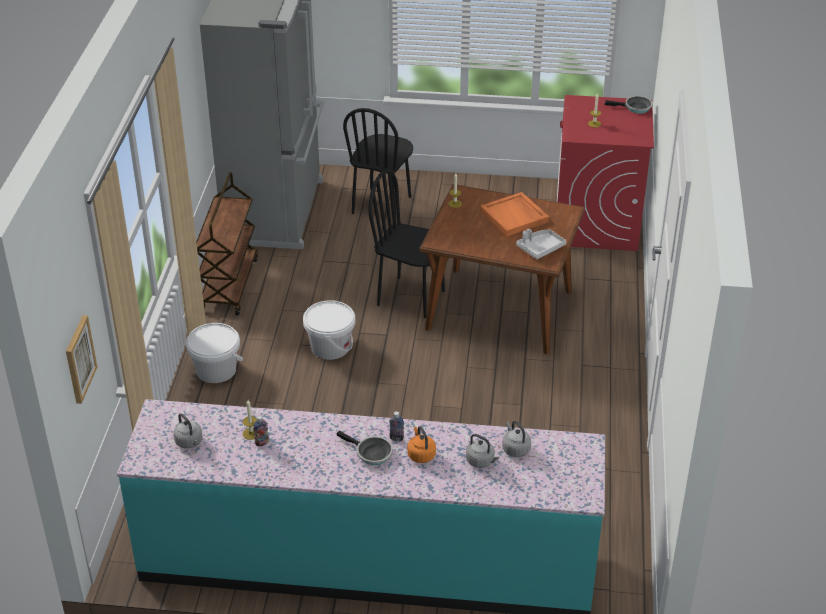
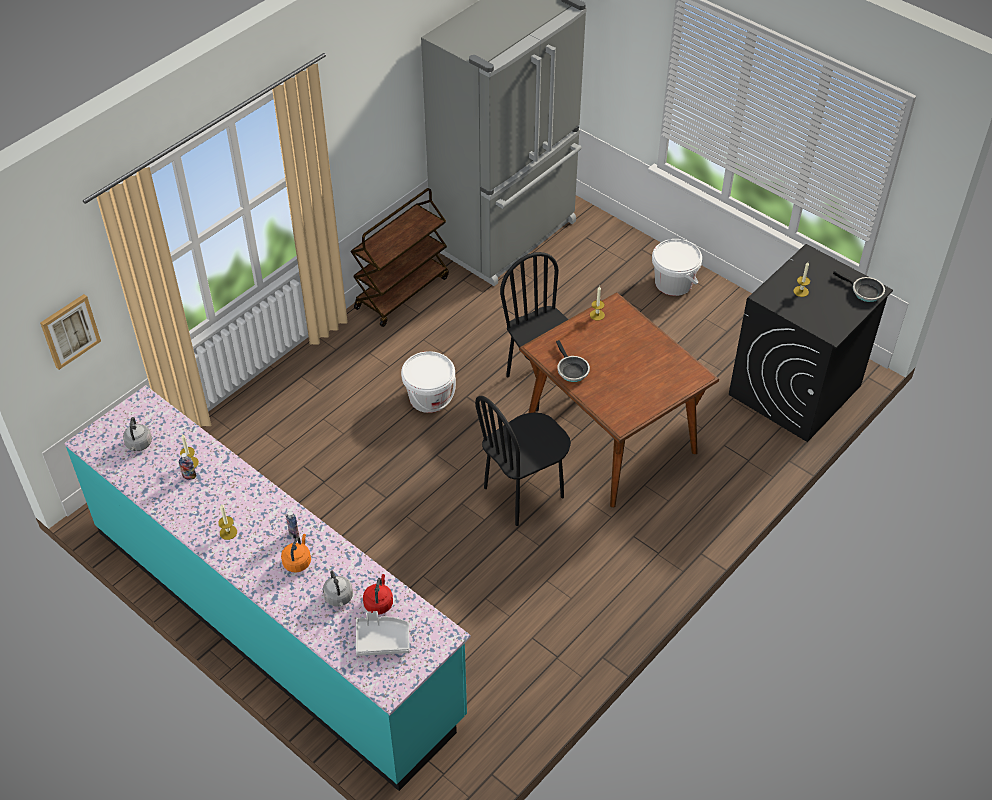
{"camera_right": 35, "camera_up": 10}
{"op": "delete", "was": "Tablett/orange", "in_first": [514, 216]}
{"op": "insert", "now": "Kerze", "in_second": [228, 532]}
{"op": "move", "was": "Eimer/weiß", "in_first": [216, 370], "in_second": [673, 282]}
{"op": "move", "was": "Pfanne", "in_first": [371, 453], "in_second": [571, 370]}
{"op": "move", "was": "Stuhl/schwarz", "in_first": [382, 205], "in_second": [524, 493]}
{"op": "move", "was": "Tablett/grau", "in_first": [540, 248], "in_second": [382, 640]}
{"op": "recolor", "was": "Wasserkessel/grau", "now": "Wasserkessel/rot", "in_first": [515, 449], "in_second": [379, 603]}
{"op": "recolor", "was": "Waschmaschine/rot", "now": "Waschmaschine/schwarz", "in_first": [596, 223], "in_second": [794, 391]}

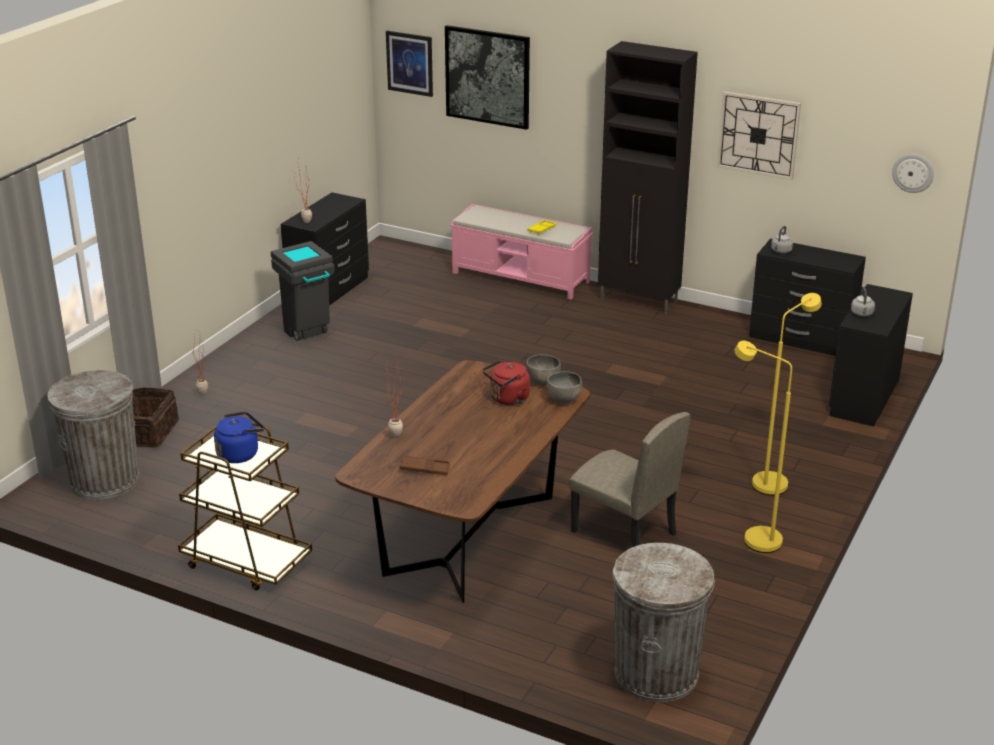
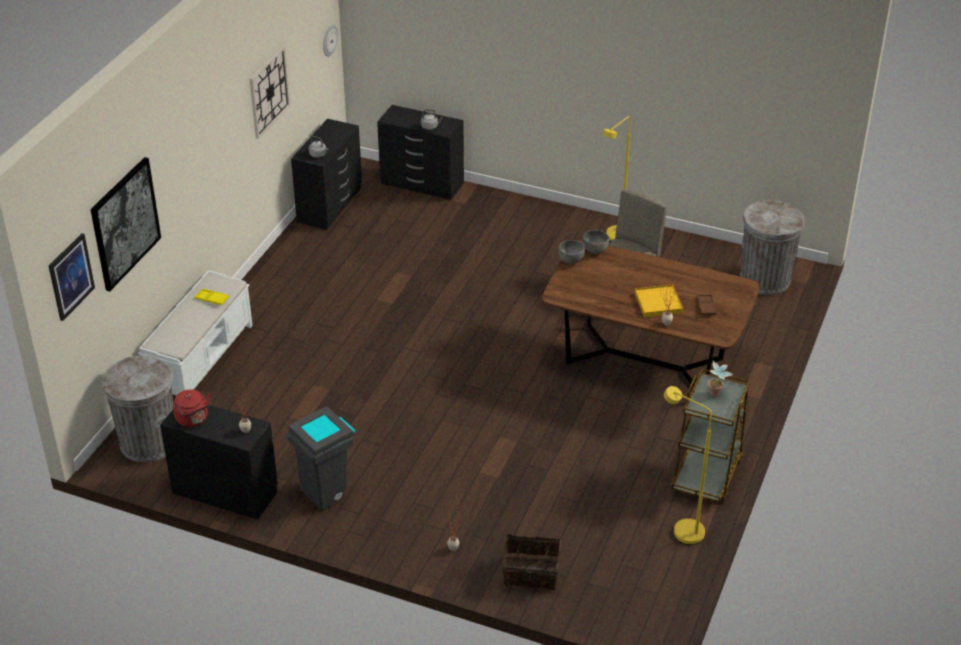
{"camera_right": -95, "camera_up": 10}
{"op": "delete", "was": "Schrank/schwarz", "in_first": [639, 301]}
{"op": "insert", "now": "Tablett/gelb", "in_second": [658, 303]}
{"op": "move", "was": "Mülleimer/grau", "in_first": [104, 480], "in_second": [148, 442]}
{"op": "move", "was": "Wasserkessel/rot", "in_first": [507, 399], "in_second": [193, 420]}
{"op": "move", "was": "Stehlampe/gelb", "in_first": [775, 481], "in_second": [681, 529]}
{"op": "replace", "was": "Wasserkessel/blau", "now": "Topfpflanze", "in_first": [240, 454], "in_second": [716, 396]}
{"op": "recolor", "was": "Bank/rosa", "now": "Bank/weiß", "in_first": [521, 277], "in_second": [201, 358]}

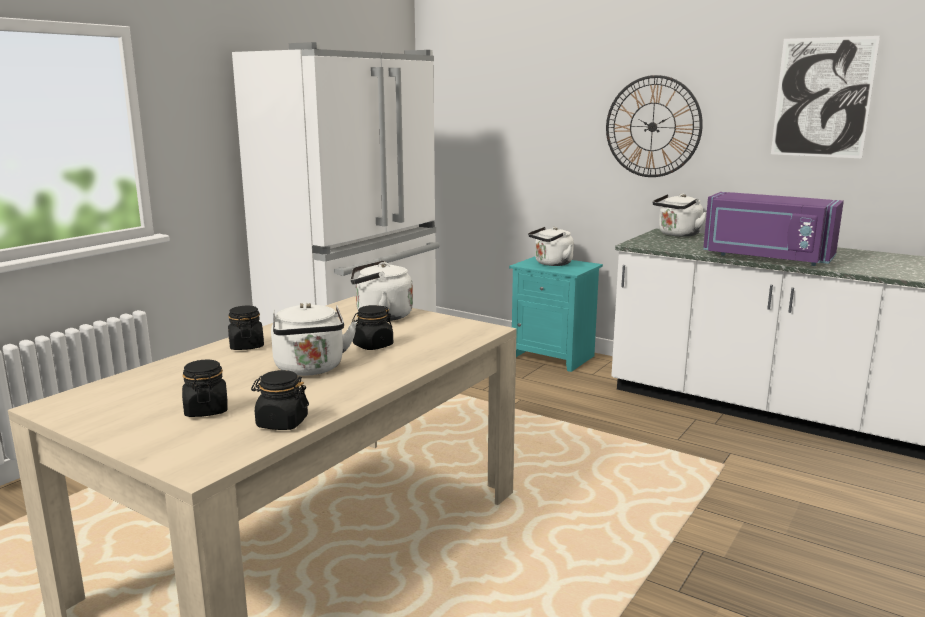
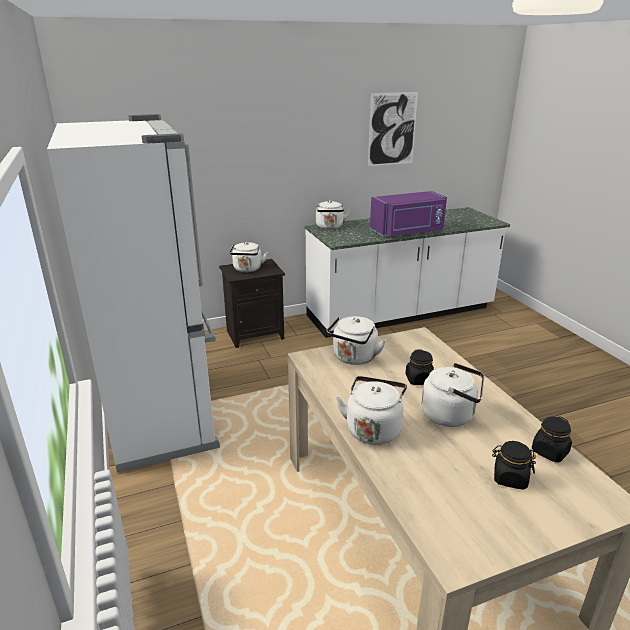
{"camera_right": -55, "camera_up": 10}
{"op": "delete", "was": "Wanduhr", "in_first": [652, 127]}
{"op": "replace", "was": "Vorratsglas/schwarz", "now": "Wasserkessel/weiß", "in_first": [246, 346], "in_second": [373, 429]}
{"op": "recolor", "was": "Nachttisch/türkis", "now": "Nachttisch/schwarz", "in_first": [554, 357], "in_second": [255, 334]}

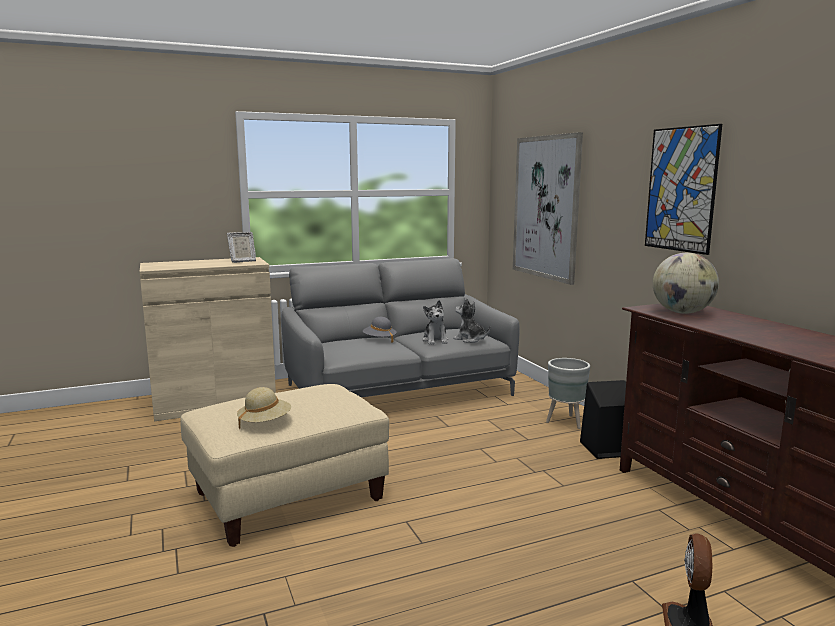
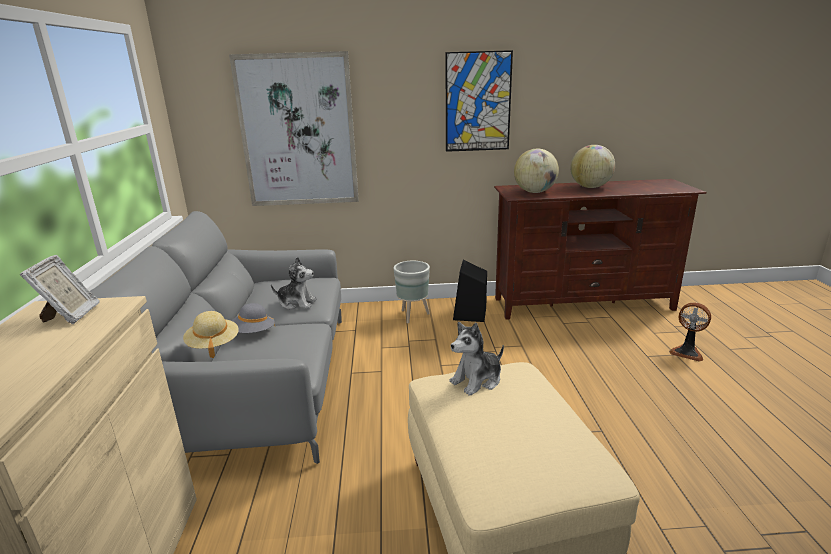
{"camera_right": -70, "camera_up": 10}
{"op": "insert", "now": "Globus", "in_second": [590, 187]}
{"op": "move", "was": "Hut/beige", "in_first": [264, 423], "in_second": [213, 345]}
{"op": "move", "was": "Plüschtier", "in_first": [470, 339], "in_second": [477, 380]}

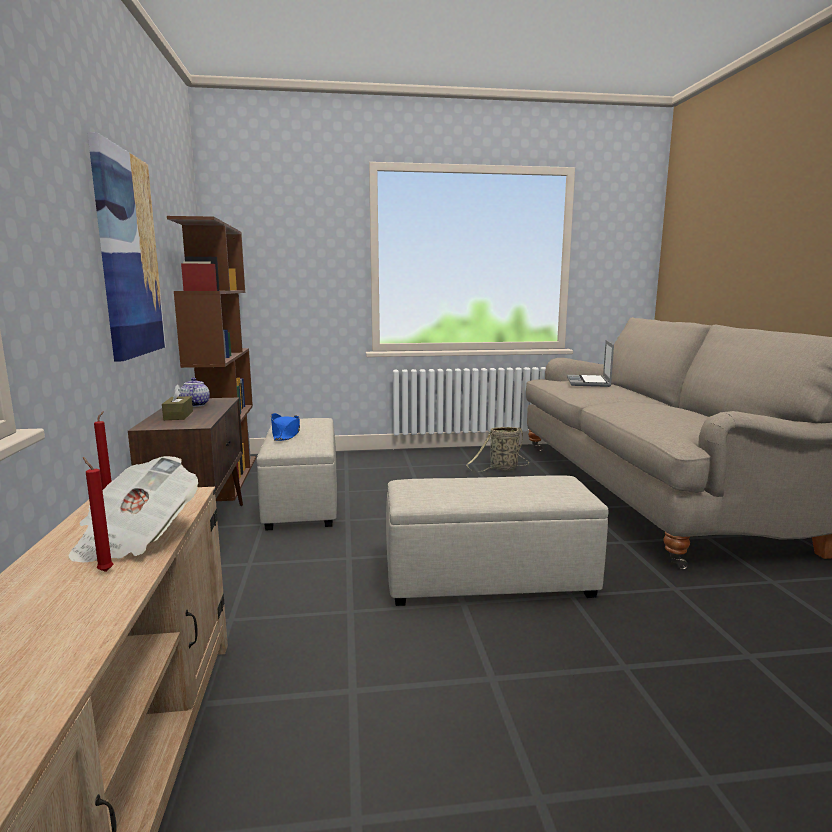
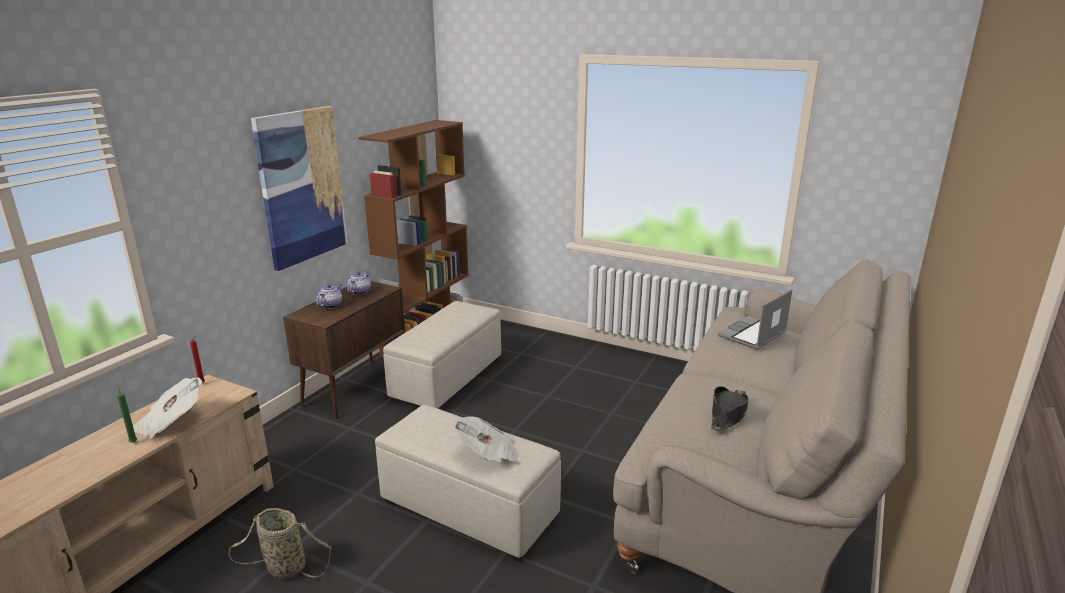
{"camera_right": 35, "camera_up": 10}
{"op": "delete", "was": "Hut/blau", "in_first": [286, 435]}
{"op": "insert", "now": "Zeitung", "in_second": [488, 455]}
{"op": "insert", "now": "Hut/schwarz", "in_second": [728, 415]}
{"op": "move", "was": "Korb", "in_first": [501, 468], "in_second": [283, 567]}
{"op": "replace", "was": "Taschentuchbox/braun", "now": "Teekanne", "in_first": [178, 415], "in_second": [331, 305]}
{"op": "recolor", "was": "Kerze/rot", "now": "Kerze/grün", "in_first": [104, 571], "in_second": [133, 442]}

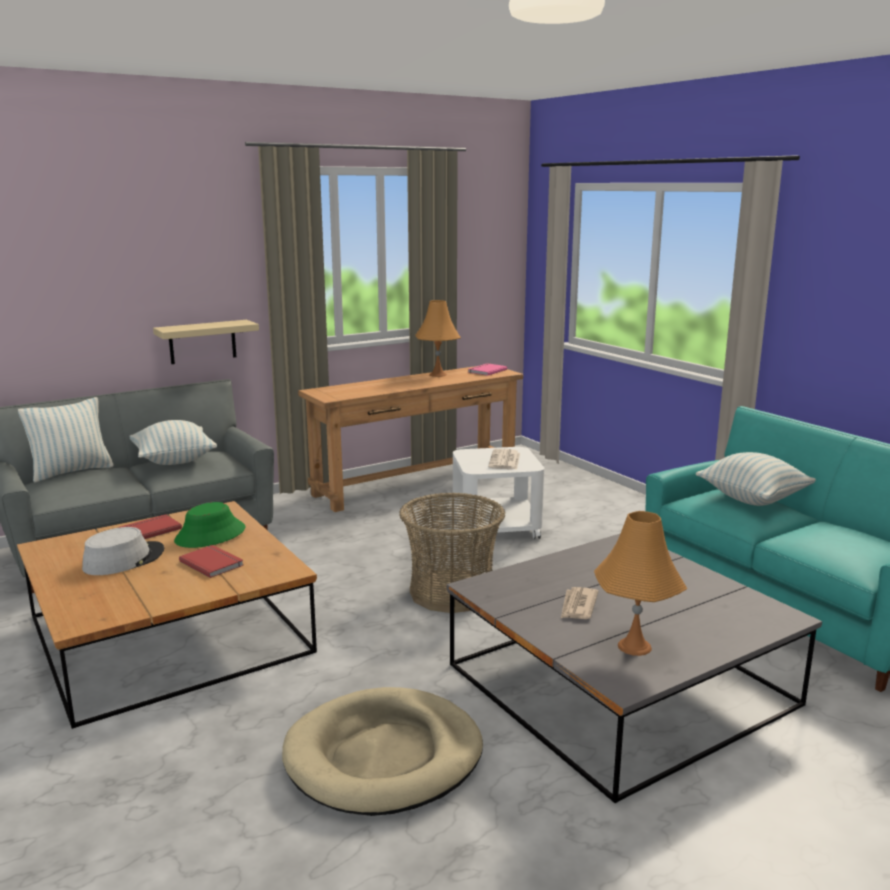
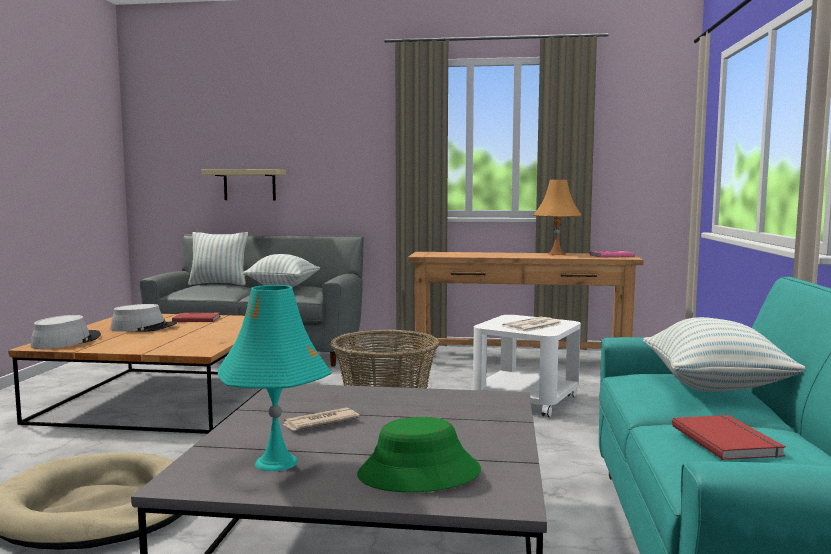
{"camera_right": 40, "camera_up": -10}
{"op": "insert", "now": "Hut/grau", "in_second": [66, 341]}
{"op": "move", "was": "Wandregal/beige", "in_first": [202, 342], "in_second": [249, 185]}
{"op": "move", "was": "Hut/grün", "in_first": [210, 535], "in_second": [419, 473]}
{"op": "move", "was": "Buch/rot", "in_first": [213, 563], "in_second": [727, 440]}
{"op": "recolor", "was": "Tischlampe/orange", "now": "Tischlampe/türkis", "in_first": [634, 646], "in_second": [276, 462]}

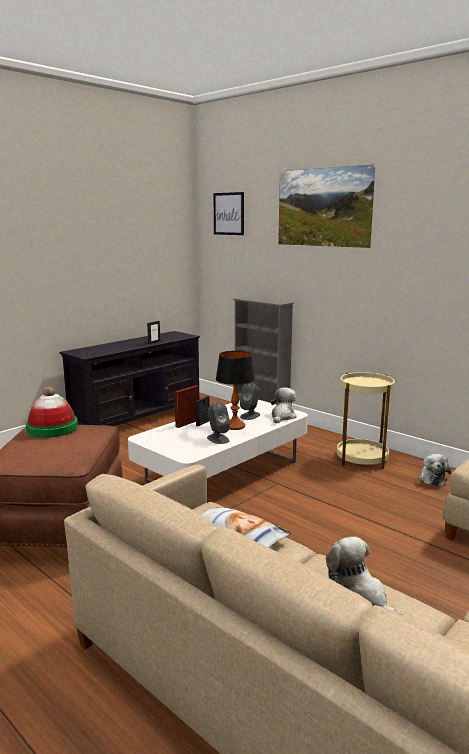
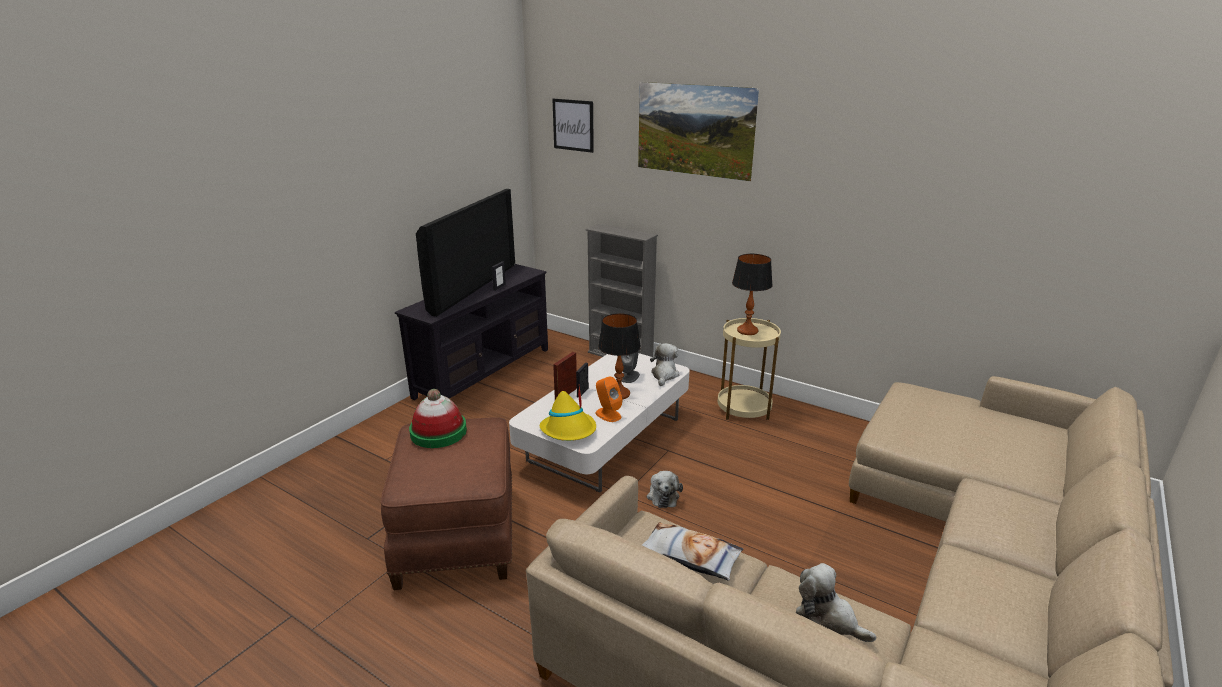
{"camera_right": -10, "camera_up": 10}
{"op": "insert", "now": "Fernseher", "in_second": [471, 286]}
{"op": "insert", "now": "Hut/gelb", "in_second": [569, 430]}
{"op": "insert", "now": "Tischlampe", "in_second": [747, 331]}
{"op": "move", "was": "Plüschtier", "in_first": [432, 478], "in_second": [663, 495]}
{"op": "recolor", "was": "Lautsprecher/grau", "now": "Lautsprecher/orange", "in_first": [218, 439], "in_second": [608, 414]}

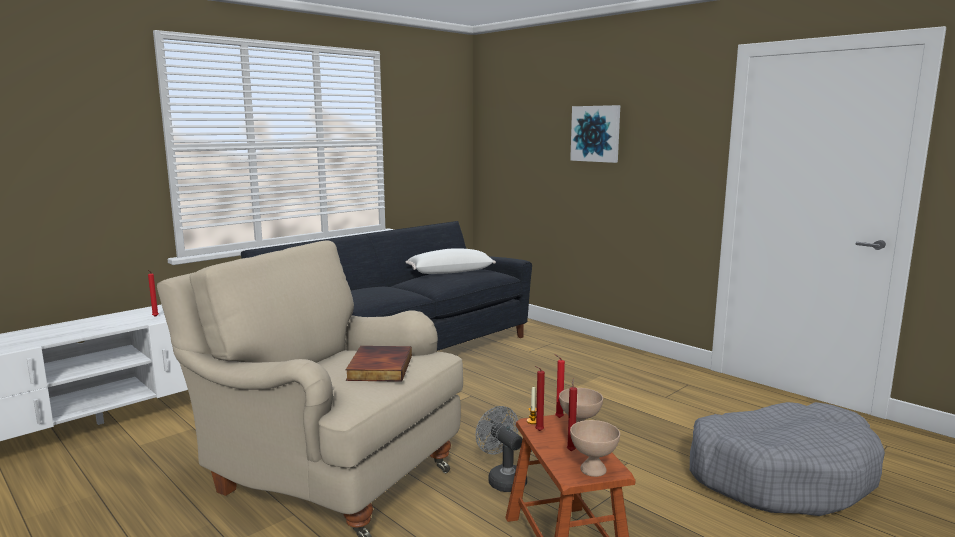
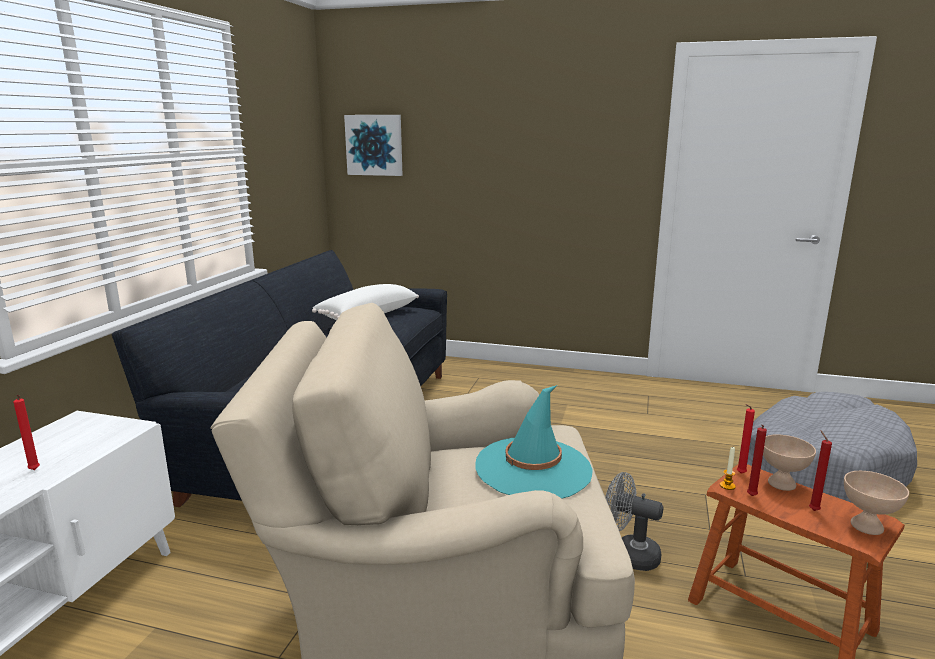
{"camera_right": -30, "camera_up": 5}
{"op": "move", "was": "Bild", "in_first": [596, 133], "in_second": [374, 145]}
{"op": "replace", "was": "Buch", "now": "Hut/türkis", "in_first": [378, 367], "in_second": [533, 468]}

